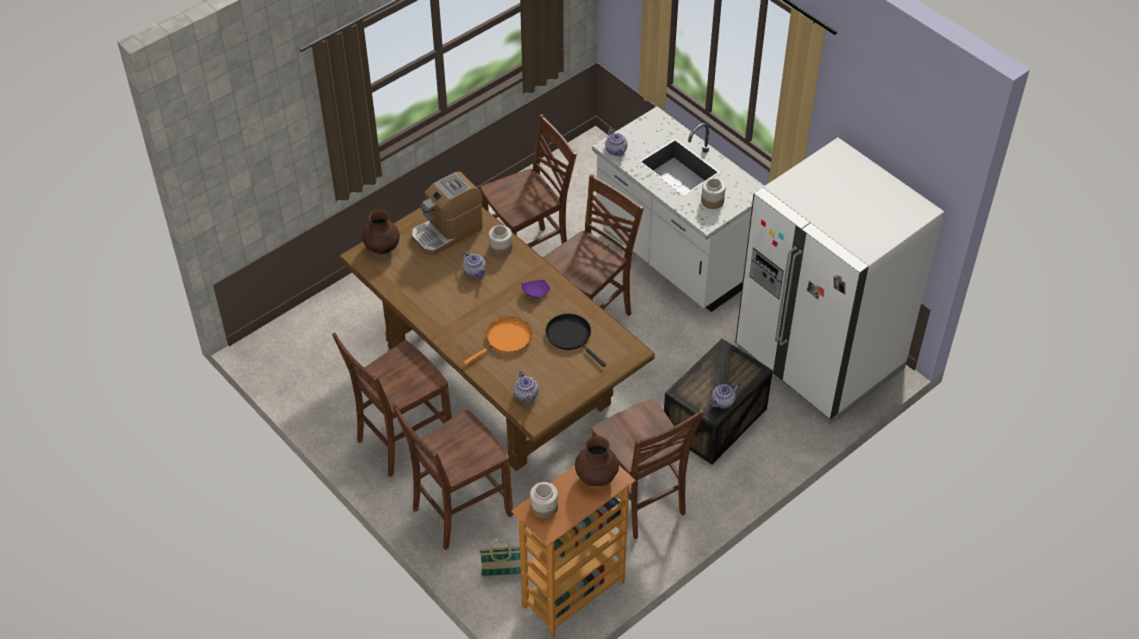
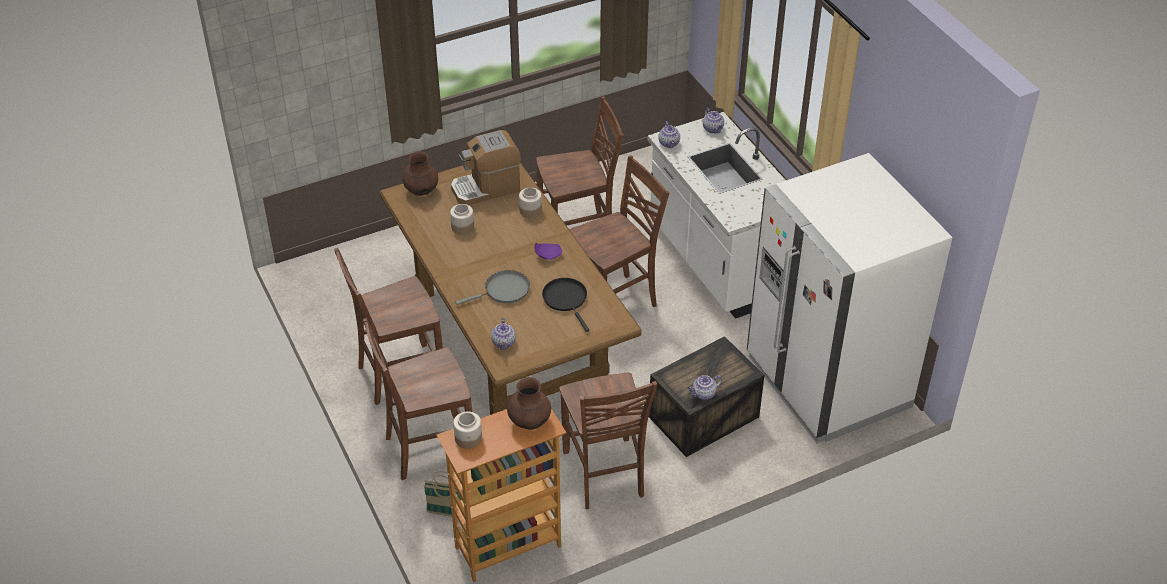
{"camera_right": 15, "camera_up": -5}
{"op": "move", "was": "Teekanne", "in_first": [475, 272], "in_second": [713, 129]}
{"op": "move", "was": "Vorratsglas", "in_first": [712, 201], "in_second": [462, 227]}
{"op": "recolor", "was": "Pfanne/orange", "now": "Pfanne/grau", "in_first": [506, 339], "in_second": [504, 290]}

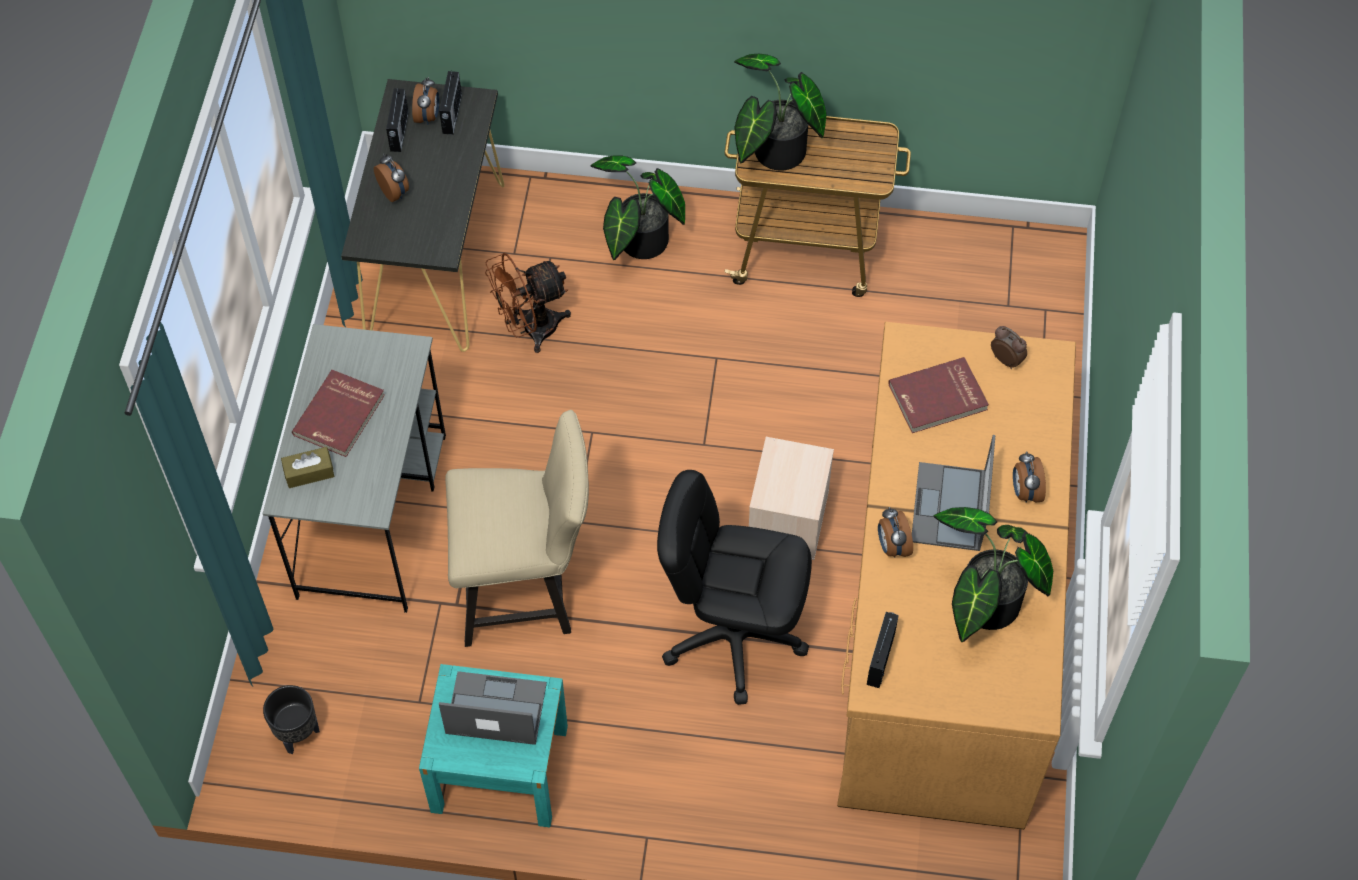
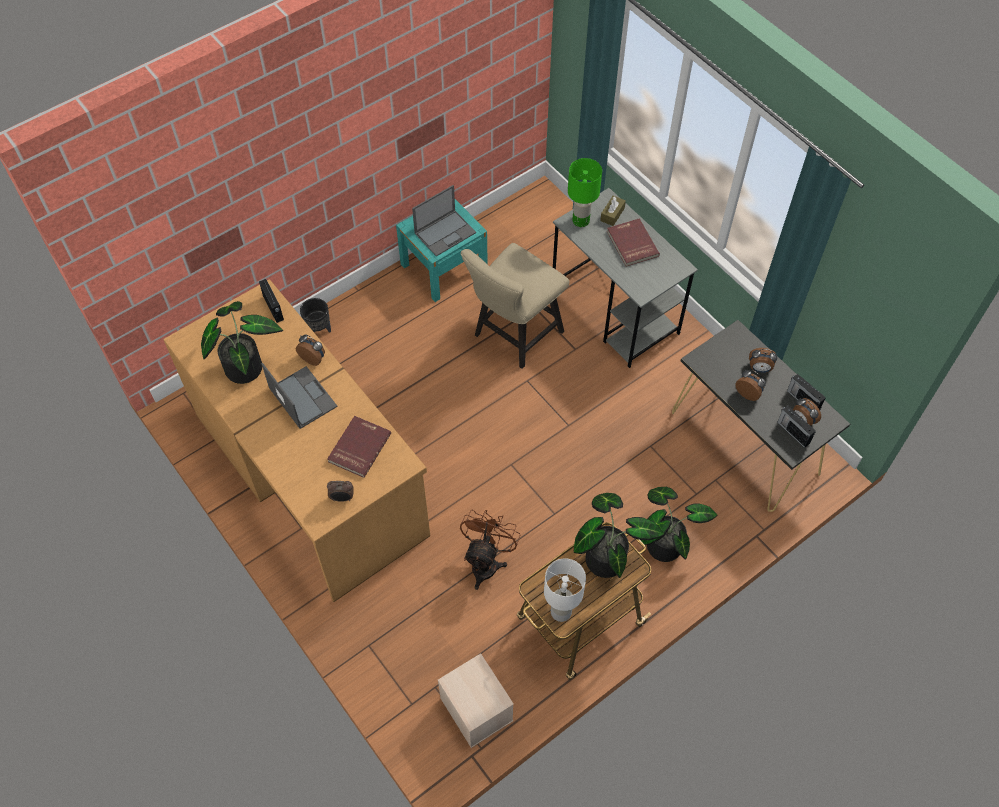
{"camera_right": 135, "camera_up": 0}
{"op": "delete", "was": "Bürostuhl/schwarz", "in_first": [733, 636]}
{"op": "insert", "now": "Tischlampe/weiß", "in_second": [561, 612]}
{"op": "insert", "now": "Tischlampe/grün", "in_second": [580, 221]}
{"op": "move", "was": "Pflanzkübel/schwarz", "in_first": [297, 734], "in_second": [319, 331]}
{"op": "move", "was": "Ventilator/braun", "in_first": [530, 329], "in_second": [486, 562]}
{"op": "move", "was": "Aufbewahrungsbox/beige", "in_first": [789, 519], "in_second": [475, 709]}
{"op": "move", "was": "Wecker", "in_first": [1025, 492], "in_second": [748, 393]}

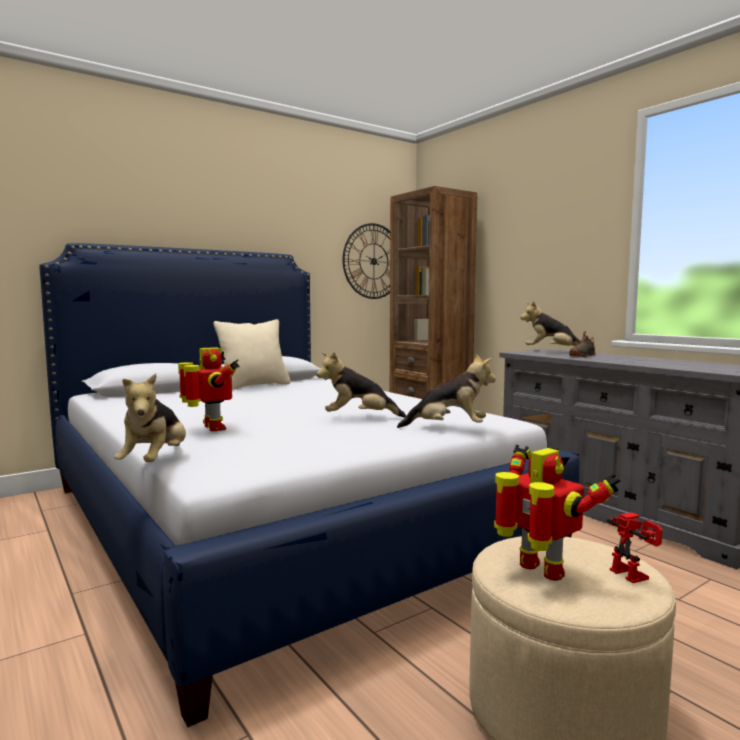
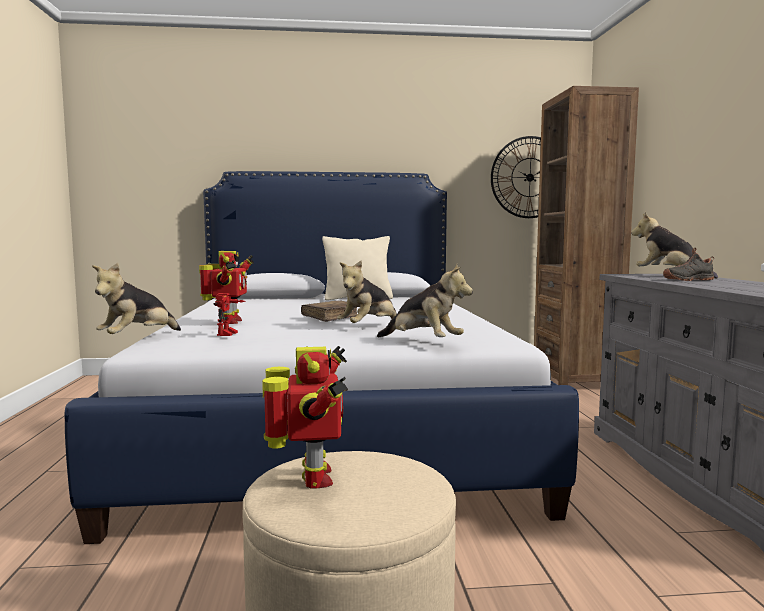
{"camera_right": 30, "camera_up": 0}
{"op": "insert", "now": "Buch/braun", "in_second": [331, 317]}
{"op": "move", "was": "Spielzeugroboter", "in_first": [634, 574], "in_second": [229, 334]}
{"op": "rotate", "was": "Plüschtier", "in_first": [359, 418], "in_second": [368, 327], "clockwise": -75}

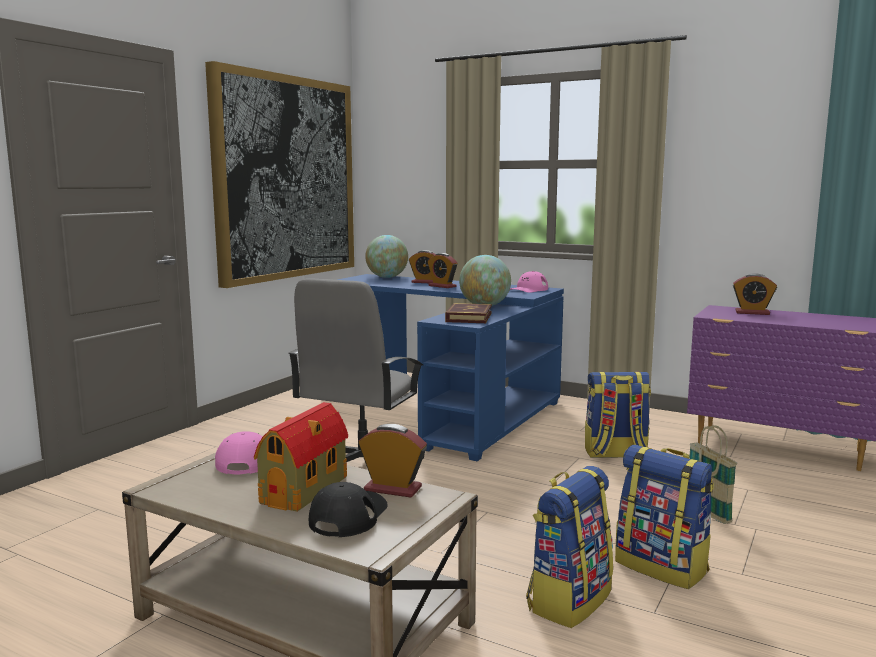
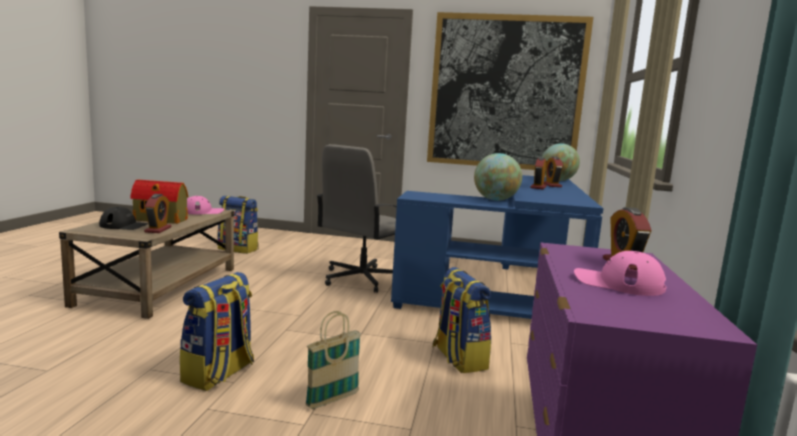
{"camera_right": 70, "camera_up": 0}
{"op": "delete", "was": "Buch", "in_first": [469, 317]}
{"op": "move", "was": "Kappe/rosa", "in_first": [528, 289], "in_second": [618, 283]}
{"op": "move", "was": "Rucksack", "in_first": [568, 599], "in_second": [239, 249]}
{"op": "rotate", "was": "Bürostuhl/grau", "in_first": [361, 465], "in_second": [361, 279], "clockwise": -60}

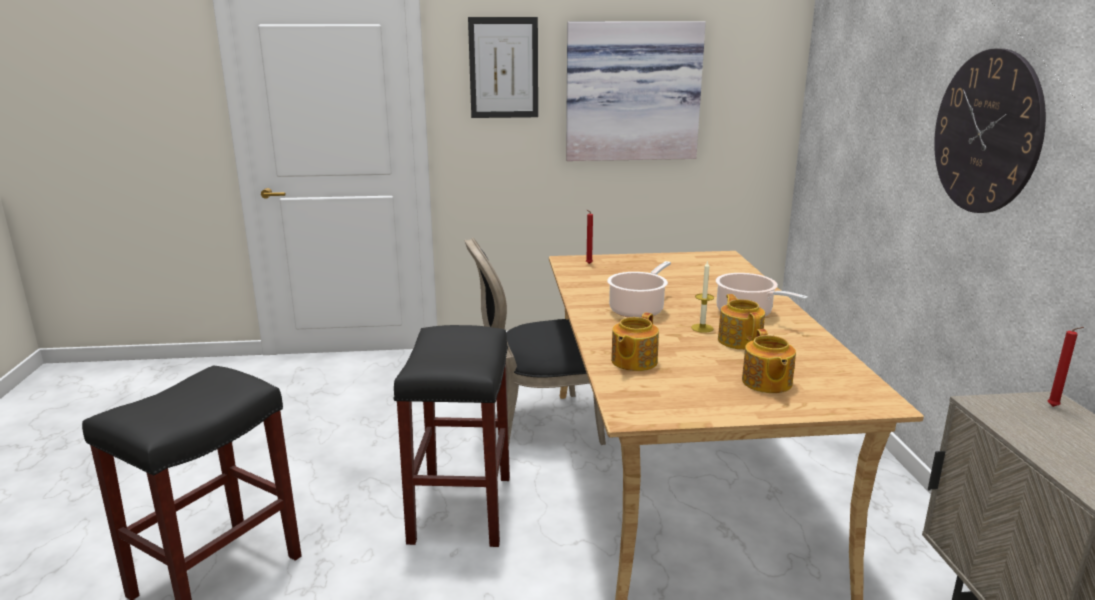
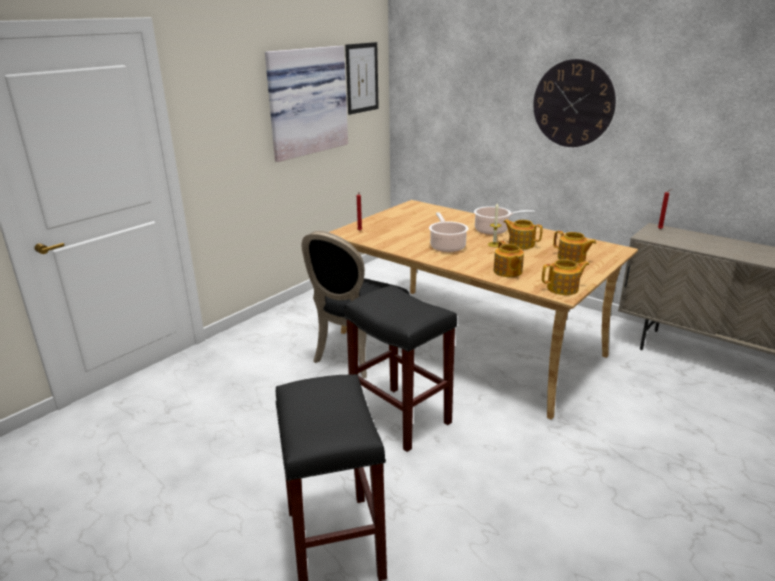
{"camera_right": -45, "camera_up": 5}
{"op": "insert", "now": "Teekanne", "in_second": [563, 288]}
{"op": "move", "was": "Bild", "in_first": [503, 68], "in_second": [362, 78]}

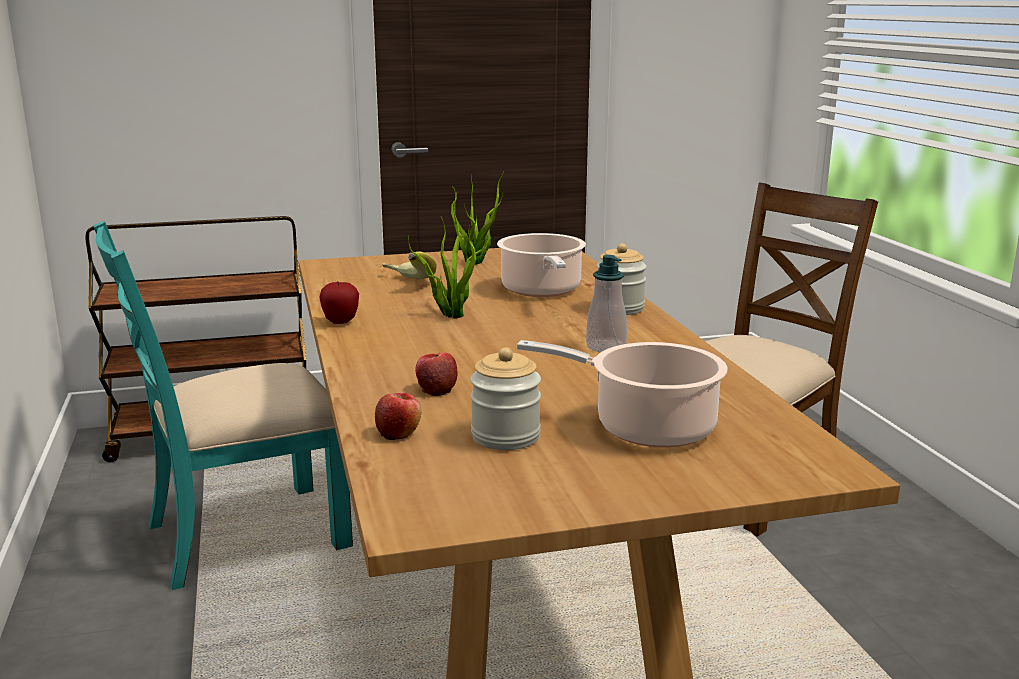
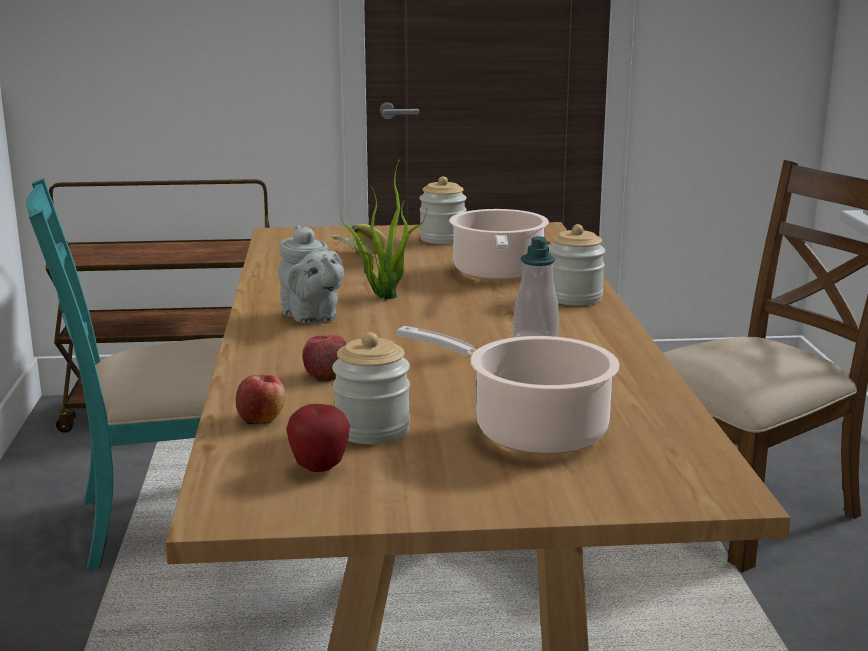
{"camera_right": 10, "camera_up": 0}
{"op": "insert", "now": "Teekanne/grau", "in_second": [311, 317]}
{"op": "move", "was": "Apfel", "in_first": [340, 322], "in_second": [319, 468]}
{"op": "replace", "was": "Topfpflanze", "now": "Vorratsglas", "in_first": [476, 262], "in_second": [442, 239]}

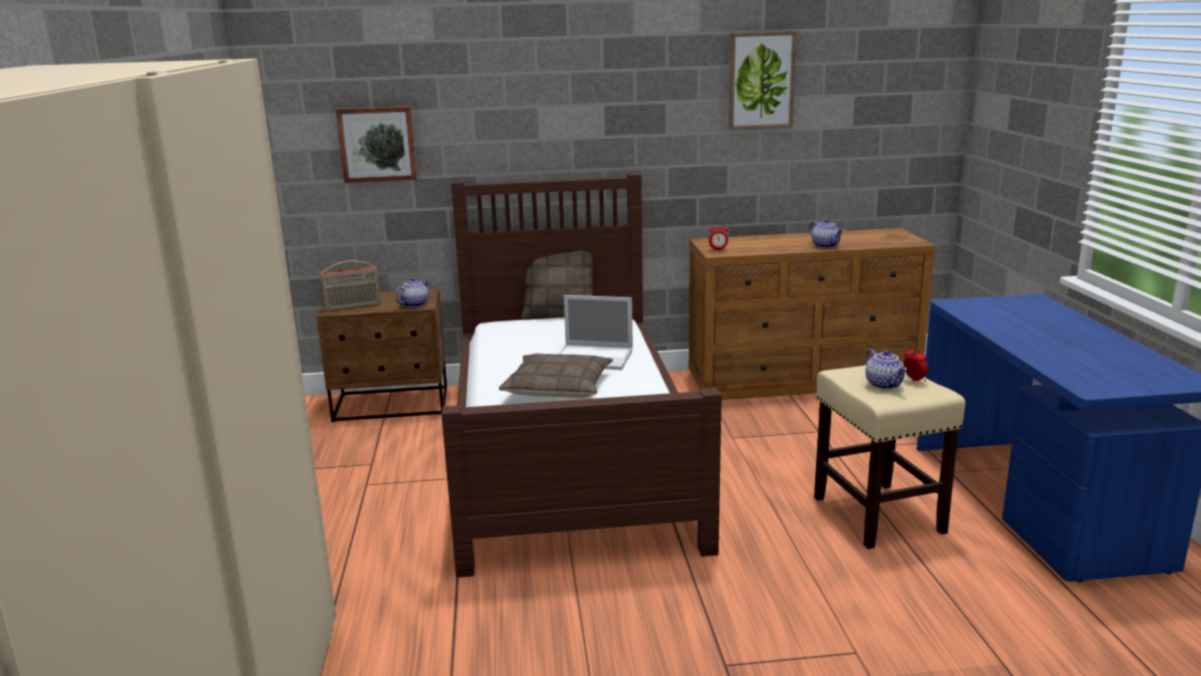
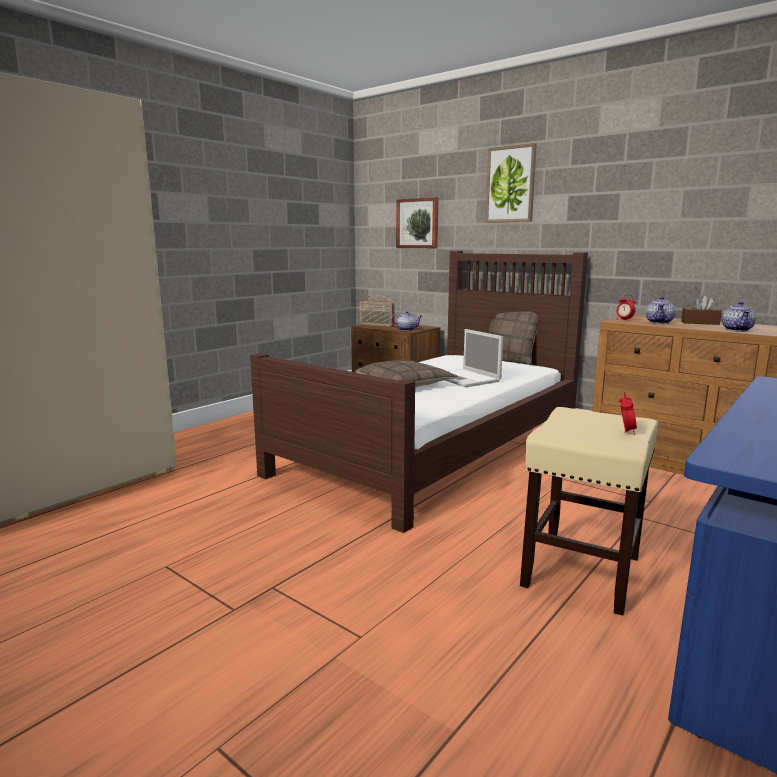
{"camera_right": 45, "camera_up": -5}
{"op": "insert", "now": "Taschentuchbox/braun", "in_second": [700, 323]}
{"op": "move", "was": "Bild", "in_first": [761, 80], "in_second": [511, 184]}
{"op": "move", "was": "Teekanne", "in_first": [885, 385], "in_second": [660, 322]}

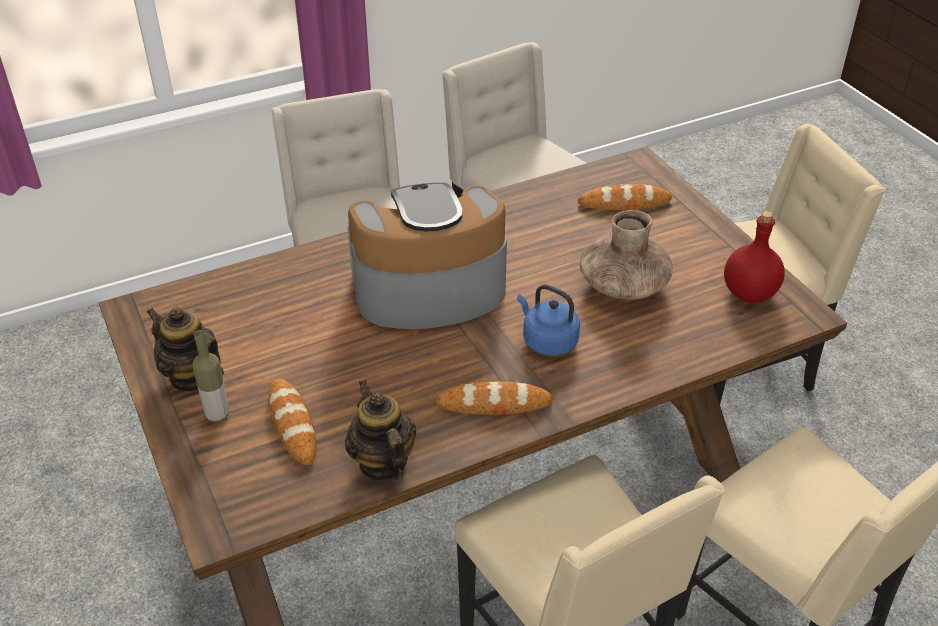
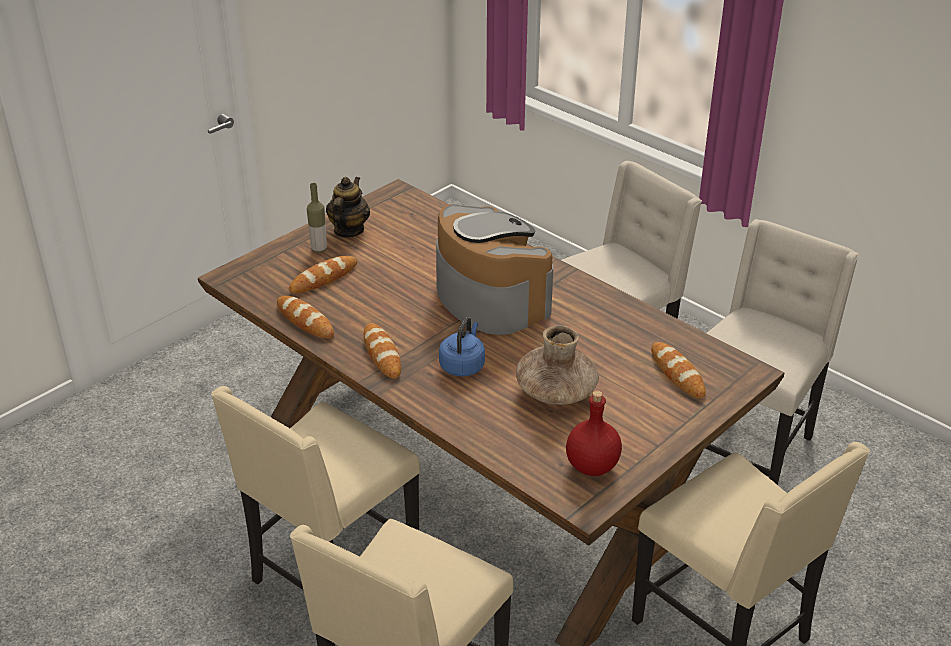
{"camera_right": 70, "camera_up": -5}
{"op": "replace", "was": "Teekanne", "now": "Brot", "in_first": [382, 462], "in_second": [305, 320]}

